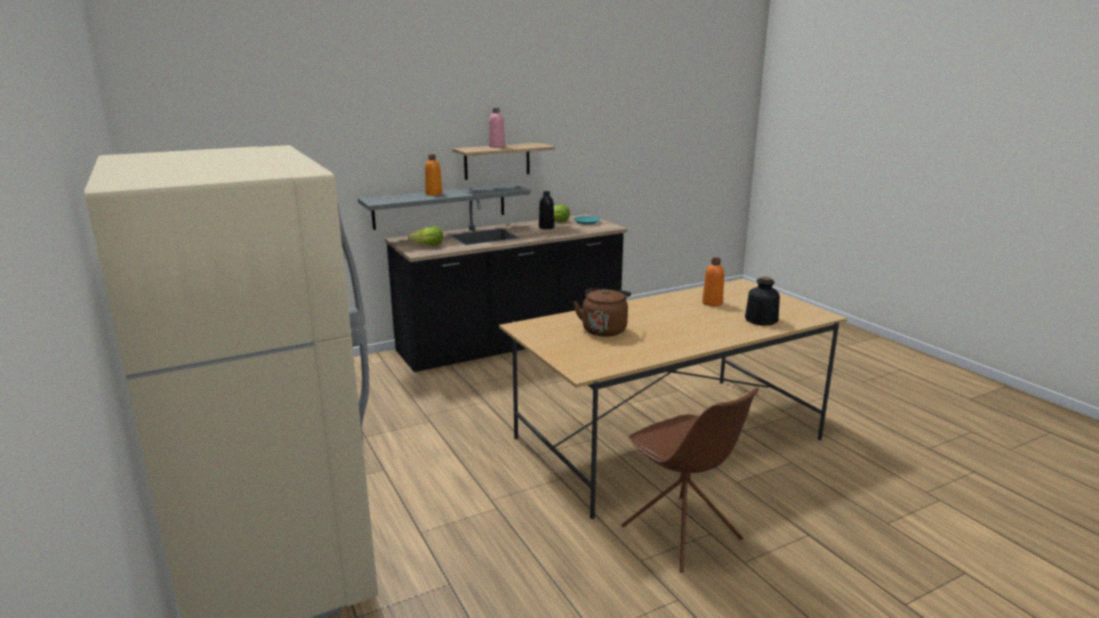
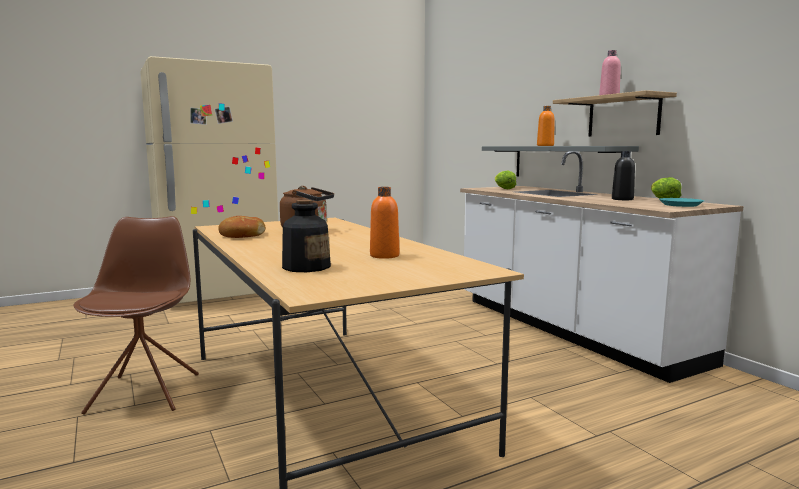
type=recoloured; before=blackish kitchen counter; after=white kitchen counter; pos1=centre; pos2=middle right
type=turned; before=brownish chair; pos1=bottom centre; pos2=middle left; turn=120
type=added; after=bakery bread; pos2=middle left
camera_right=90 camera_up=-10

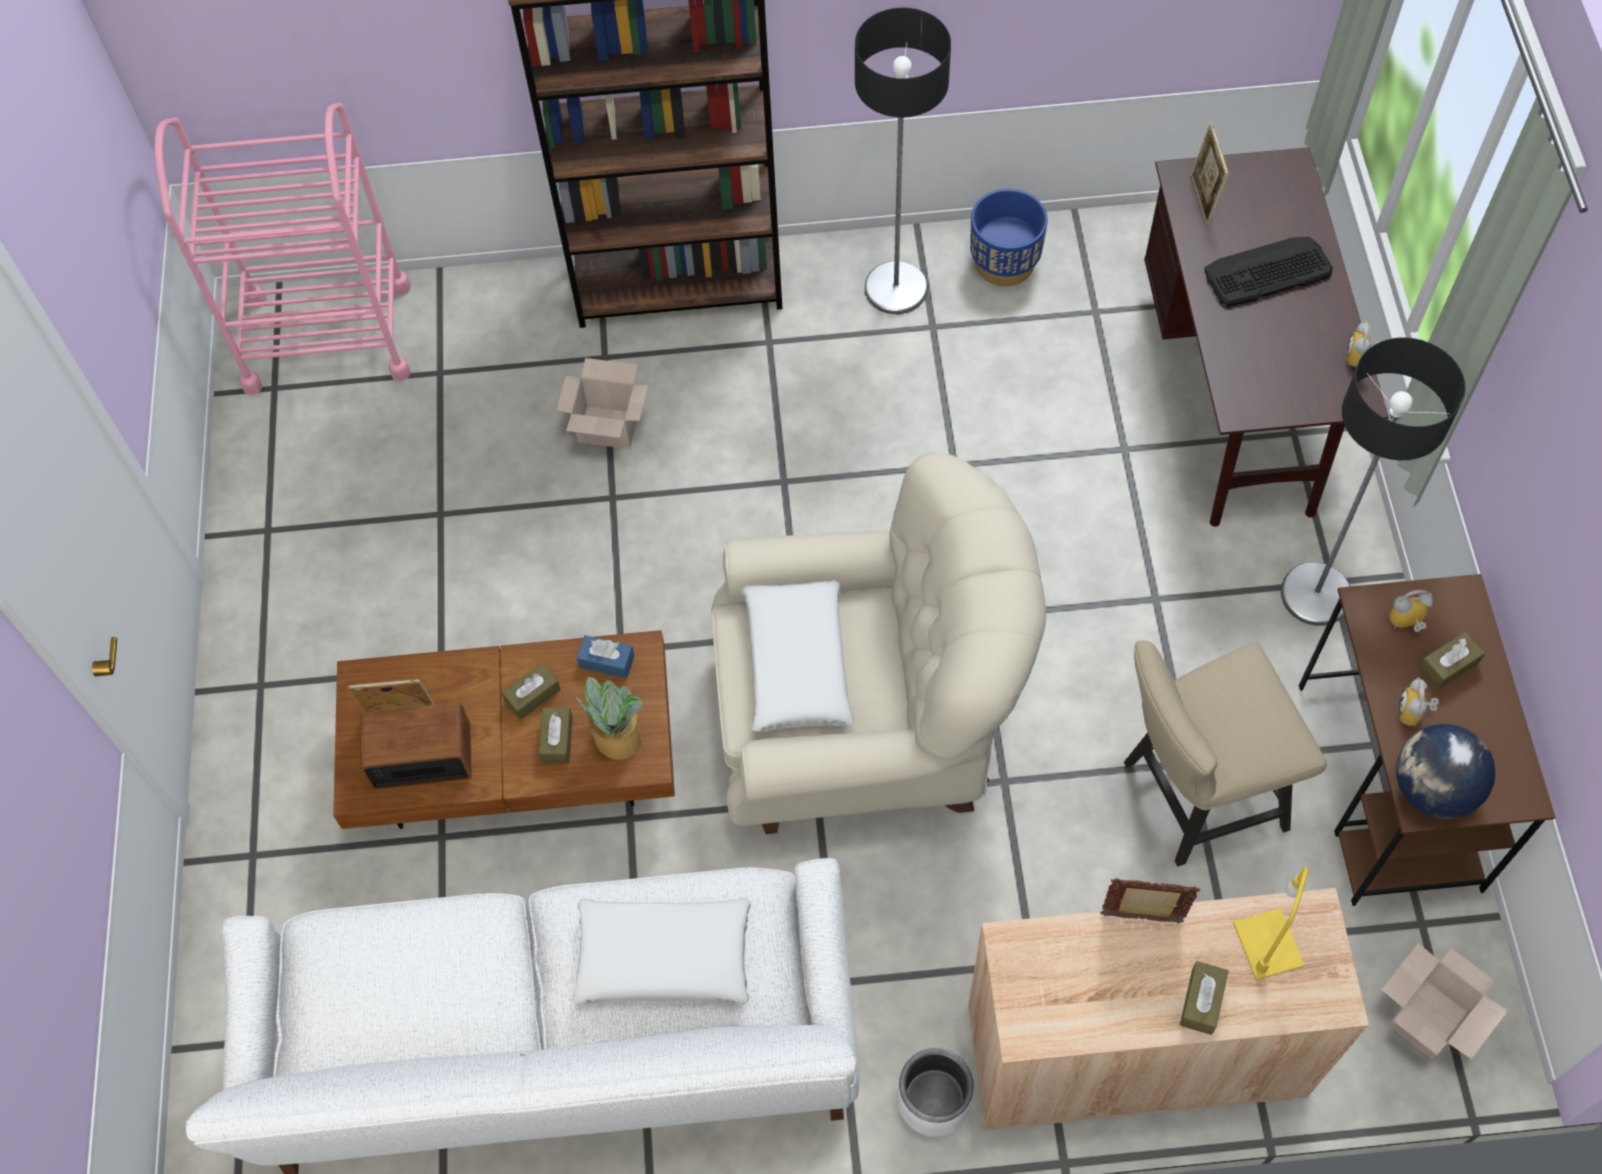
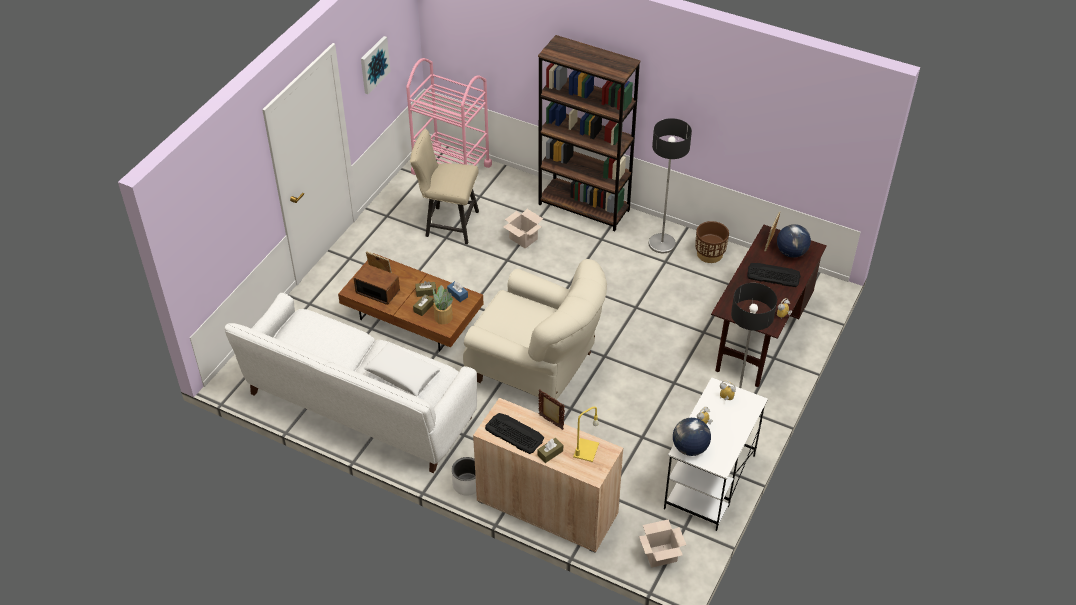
type=removed; before=white cushion (2nd from left); pos1=centre
type=recoloured; before=bluish plant pot; after=brownish plant pot; pos1=top centre; pos2=centre
type=moved; before=sand-coloured chair; pos1=middle right; pos2=top centre
type=recoloured; before=brownish desk table (2nd from left); after=white desk table; pos1=middle right; pos2=bottom centre
type=removed; before=brownish box of tissues (4th from left); pos1=middle right
type=added; after=wall picture; pos2=top centre
type=added; after=computer keyboard (1st from left); pos2=bottom centre
type=added; after=desk globe (2nd from left); pos2=middle right
camera_right=30 camera_up=-15

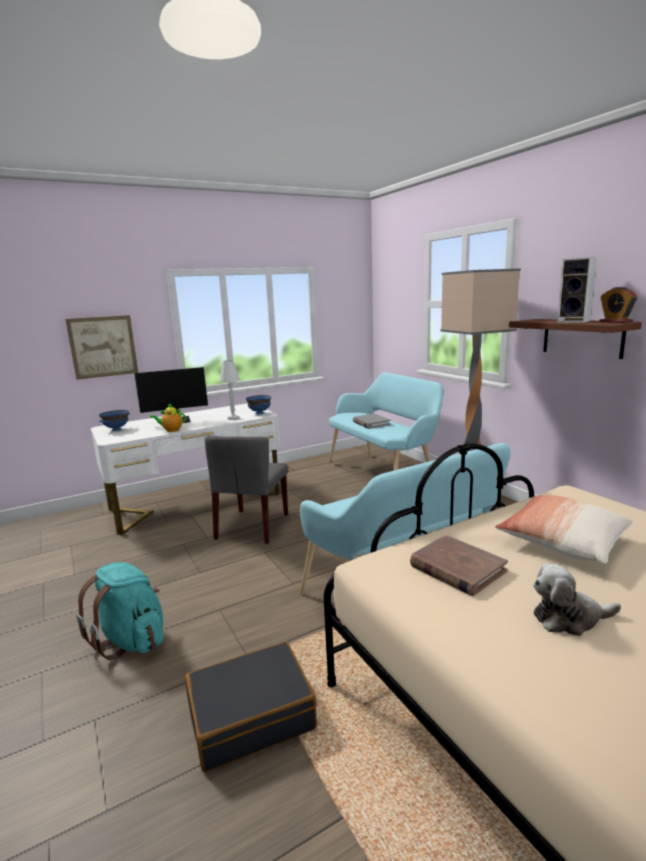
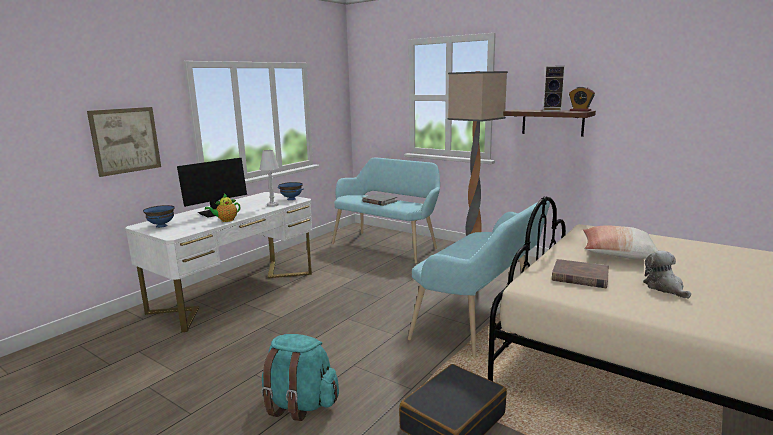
type=removed; before=greyish chair; pos1=centre
type=turned; before=soft toy; pos1=bottom right; pos2=middle right; turn=105
camera_right=-25 camera_up=0

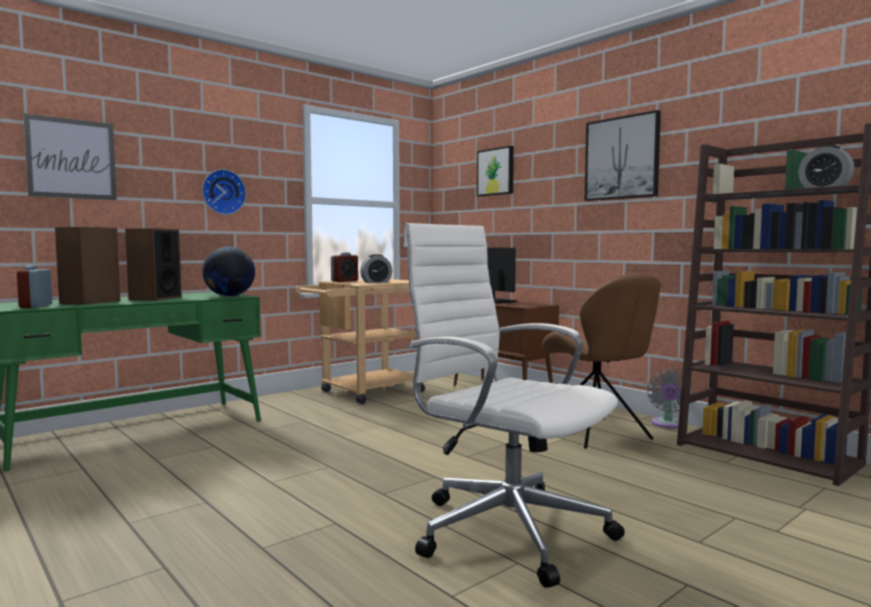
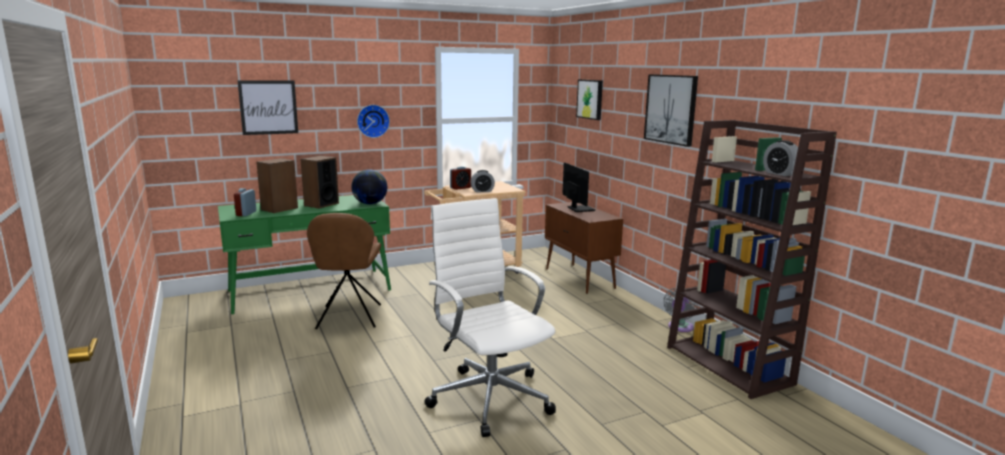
type=moved; before=brownish chair; pos1=middle right; pos2=centre
camera_right=15 camera_up=10

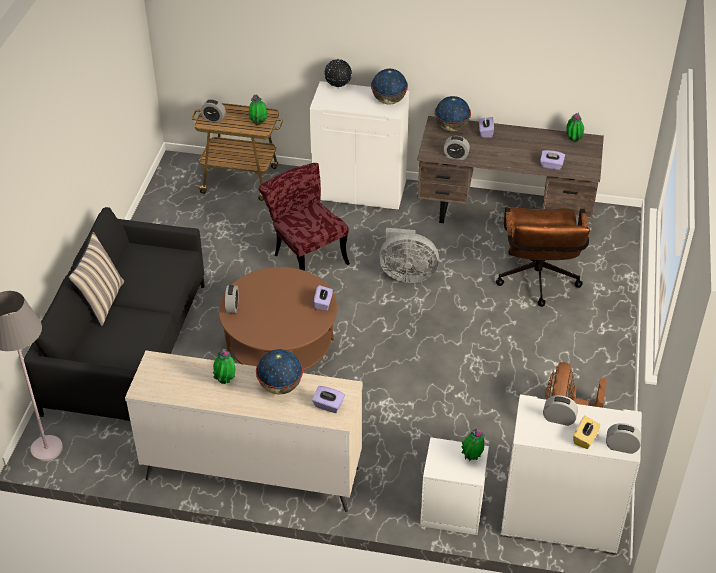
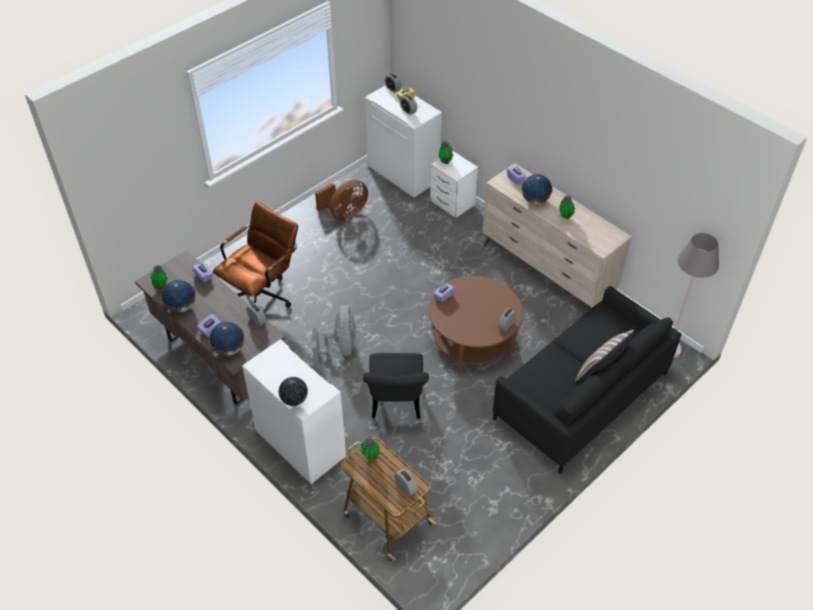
type=recoloured; before=red-coloured chair; after=blackish chair; pos1=centre; pos2=centre
type=moved; before=desk globe (3rd from left in the first image); after=desk globe (1st from left); pos1=top centre; pos2=middle left
type=turned; before=greyish fan; pos1=centre; pos2=centre; turn=45
camera_right=-145 camera_up=5

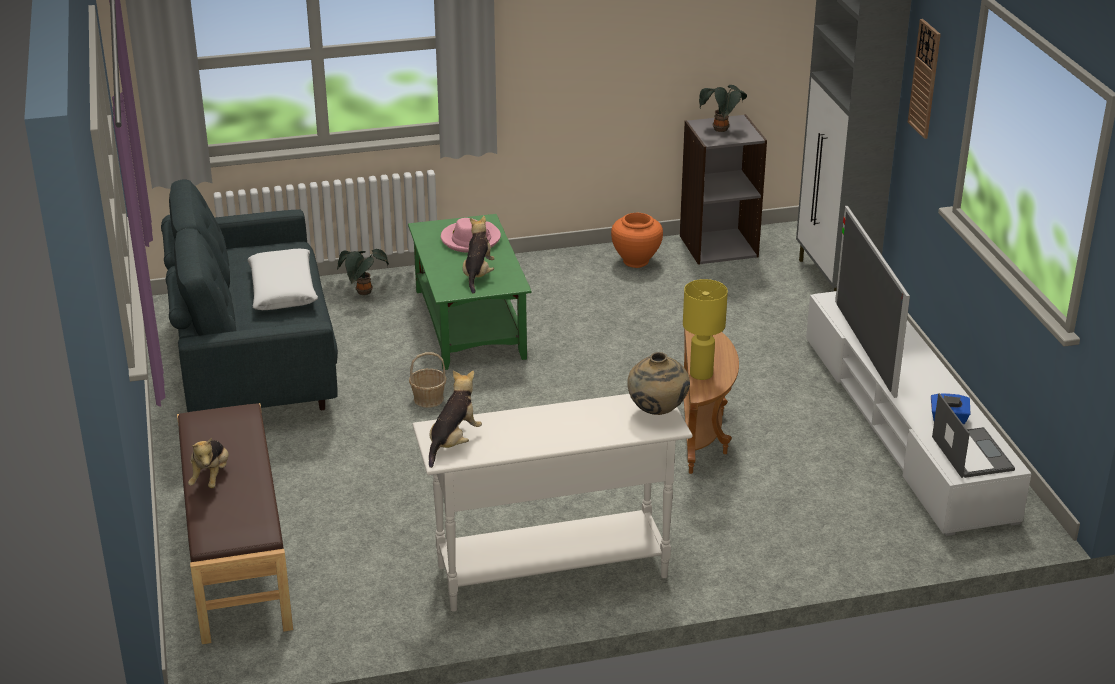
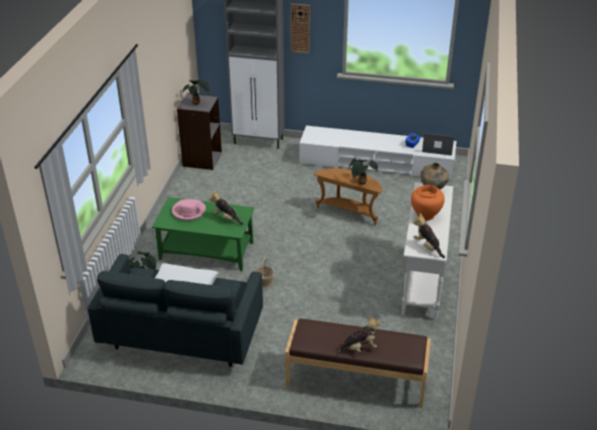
type=turned; before=soft toy (1st from left in the first image); pos1=bottom left; pos2=bottom centre; turn=-45
type=moved; before=orange-coloured vase; pos1=centre; pos2=middle right
type=replaced; before=yellow-coloured tabletop lamp; after=potted plant (3rd from left); pos1=centre; pos2=centre
type=removed; before=television; pos1=middle right
camera_right=-65 camera_up=5

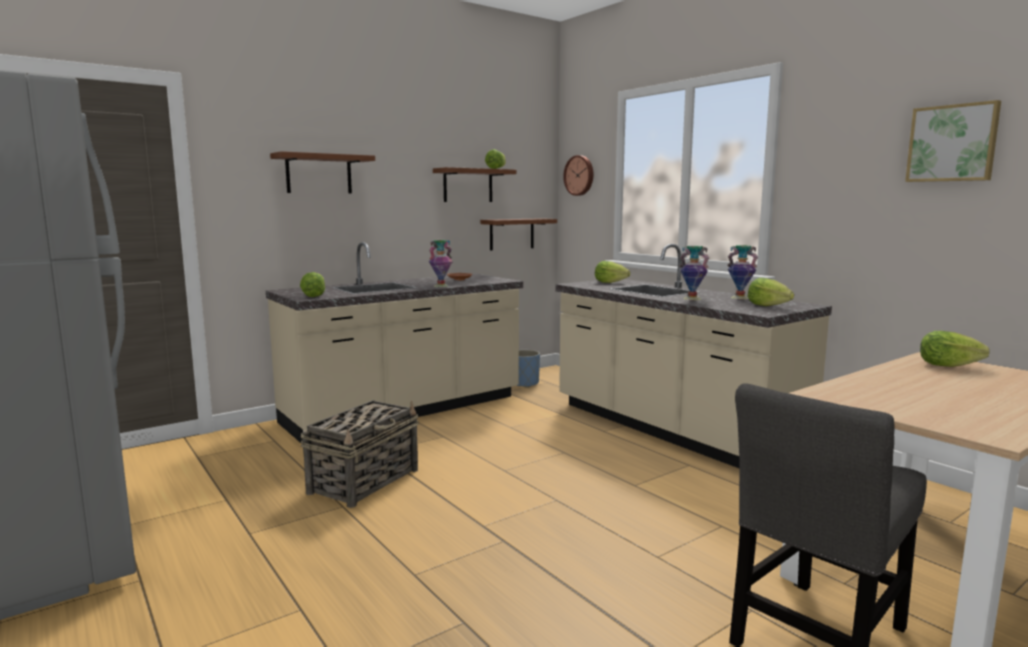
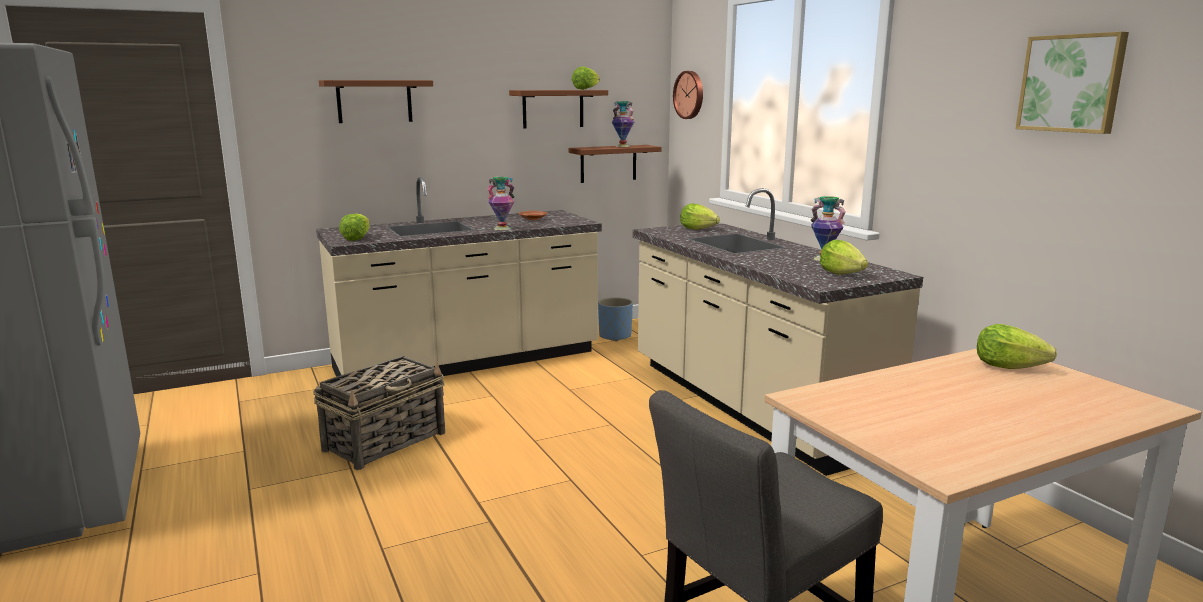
type=moved; before=vase (2nd from left); pos1=middle right; pos2=top centre
camera_right=10 camera_up=5

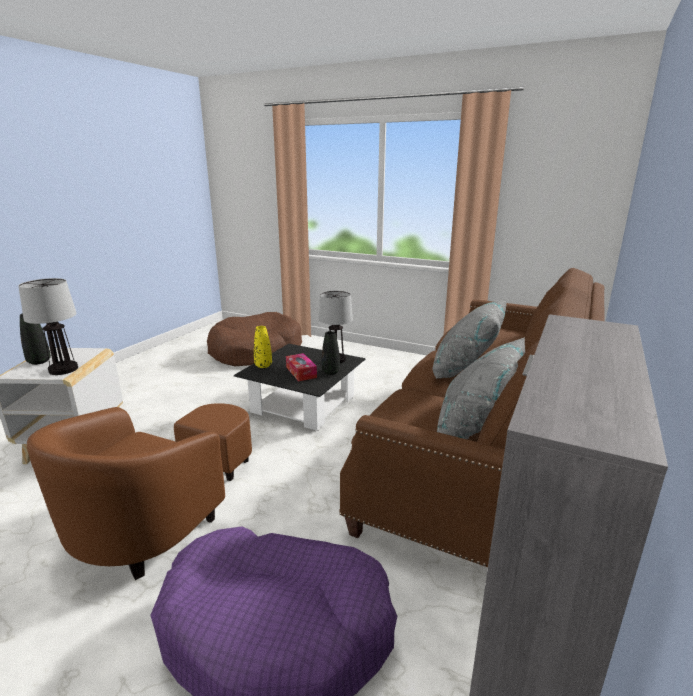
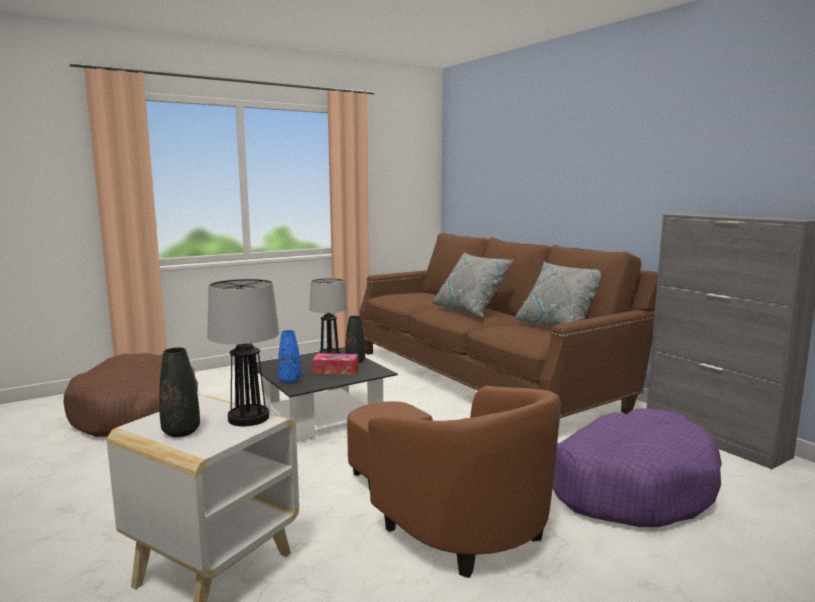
type=recoloured; before=yellow-coloured vase; after=bluish vase; pos1=centre; pos2=centre
camera_right=-60 camera_up=-10

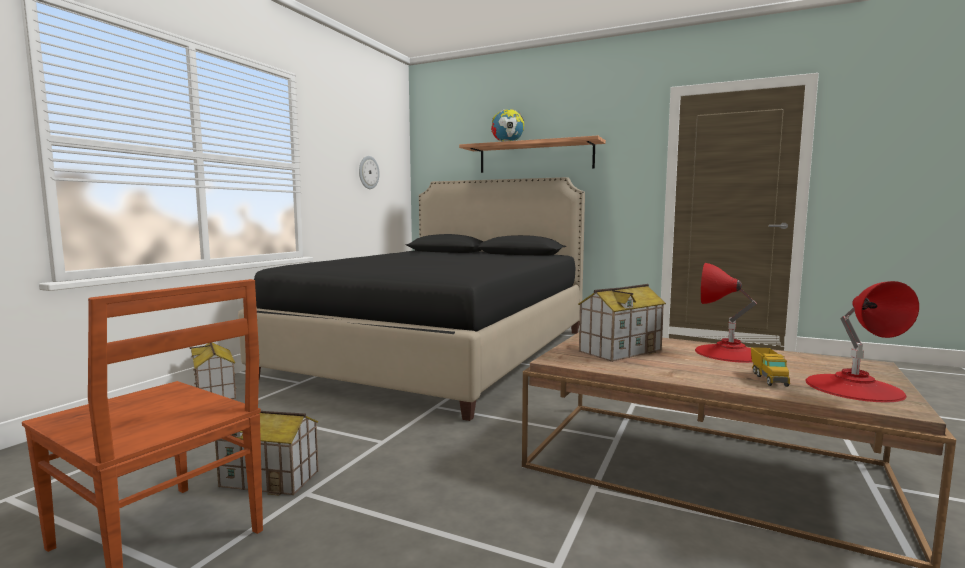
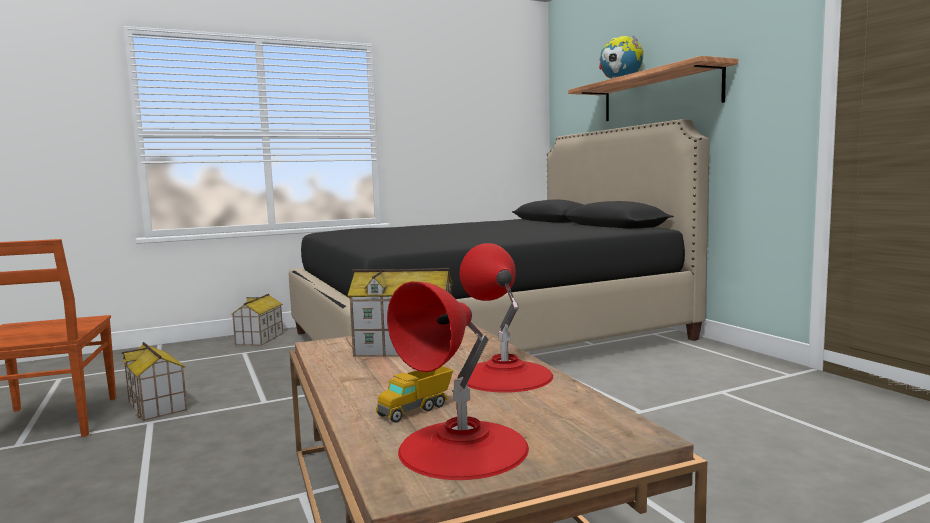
type=removed; before=hanging clock; pos1=top centre
camera_right=40 camera_up=0

